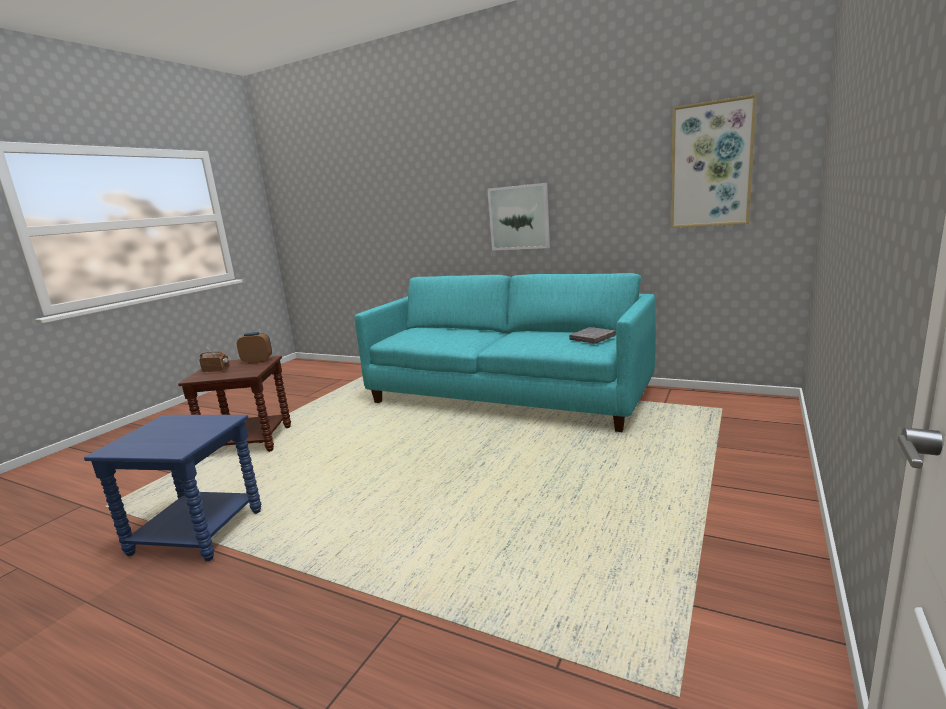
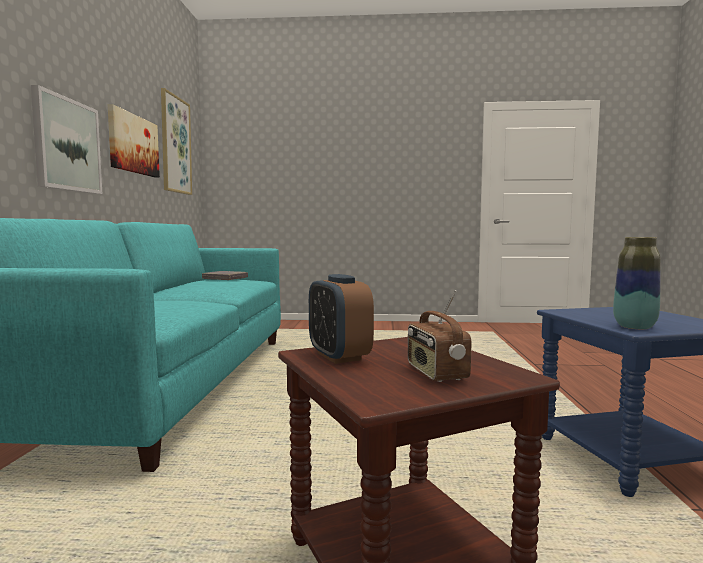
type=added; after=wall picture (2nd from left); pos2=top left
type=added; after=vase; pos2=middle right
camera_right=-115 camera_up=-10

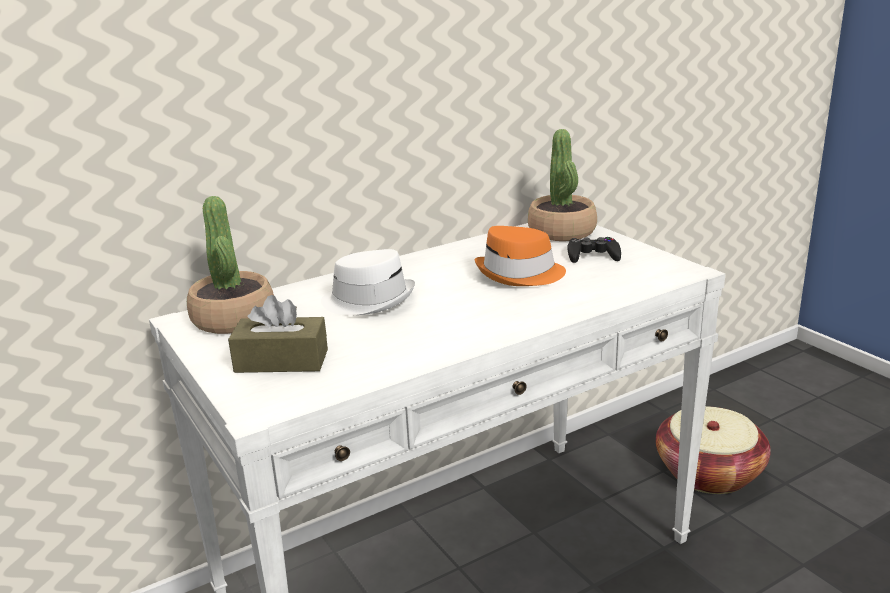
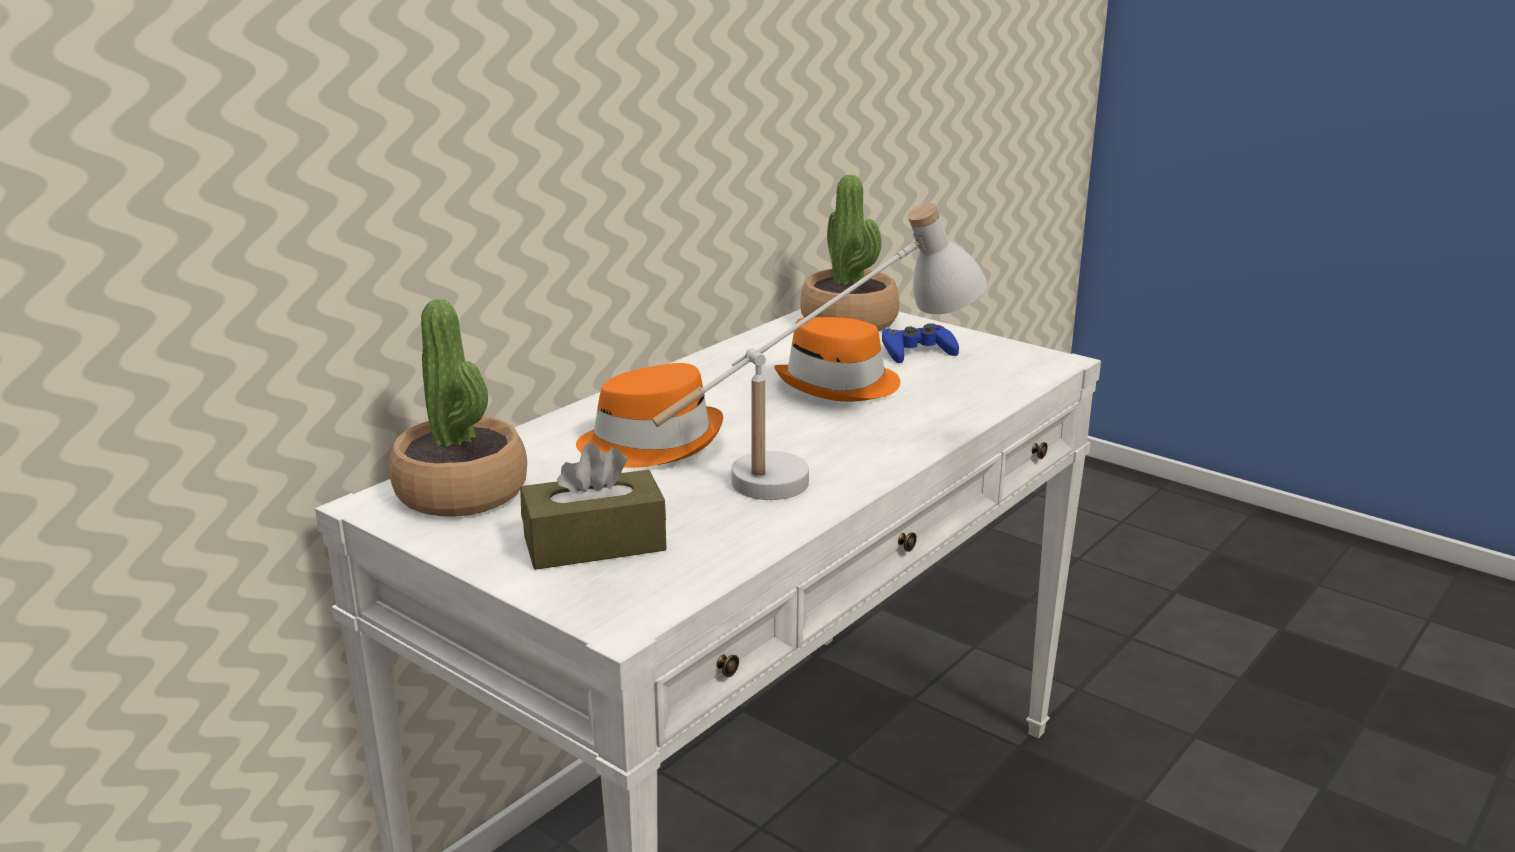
type=recoloured; before=white clothing hat; after=orange-coloured clothing hat (1st from left); pos1=centre; pos2=centre
type=recoloured; before=blackish joypad; after=bluish joypad; pos1=middle right; pos2=centre
type=removed; before=storage basket; pos1=bottom right
type=added; after=white tabletop lamp; pos2=centre
camera_right=-20 camera_up=0

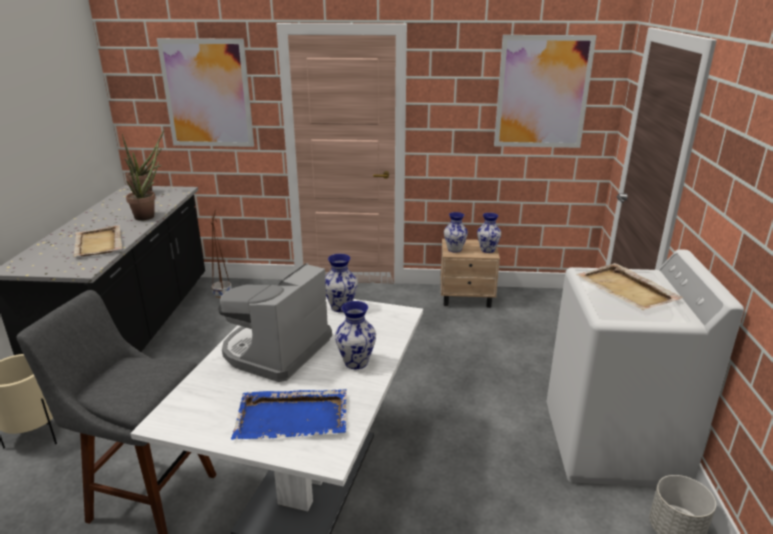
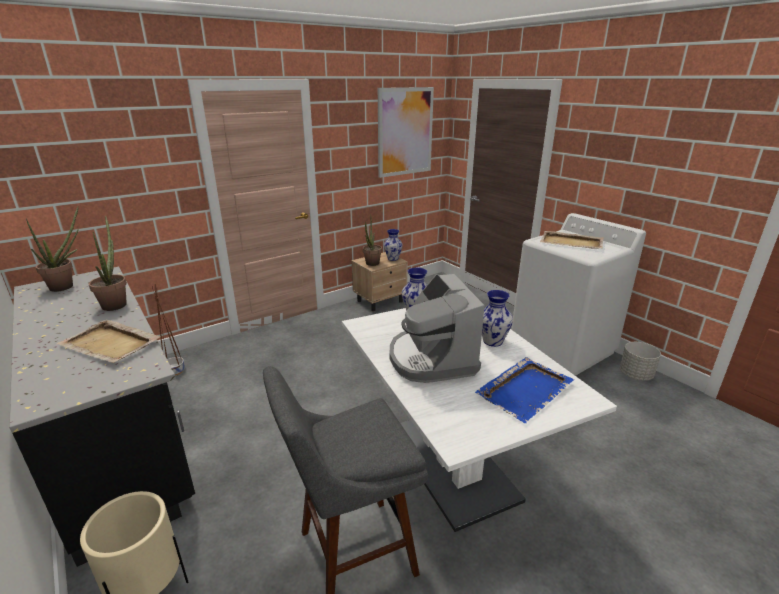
type=removed; before=wall picture (1st from left); pos1=top left
type=replaced; before=vase (3rd from left); after=potted plant (3rd from left); pos1=centre; pos2=centre
camera_right=-40 camera_up=0

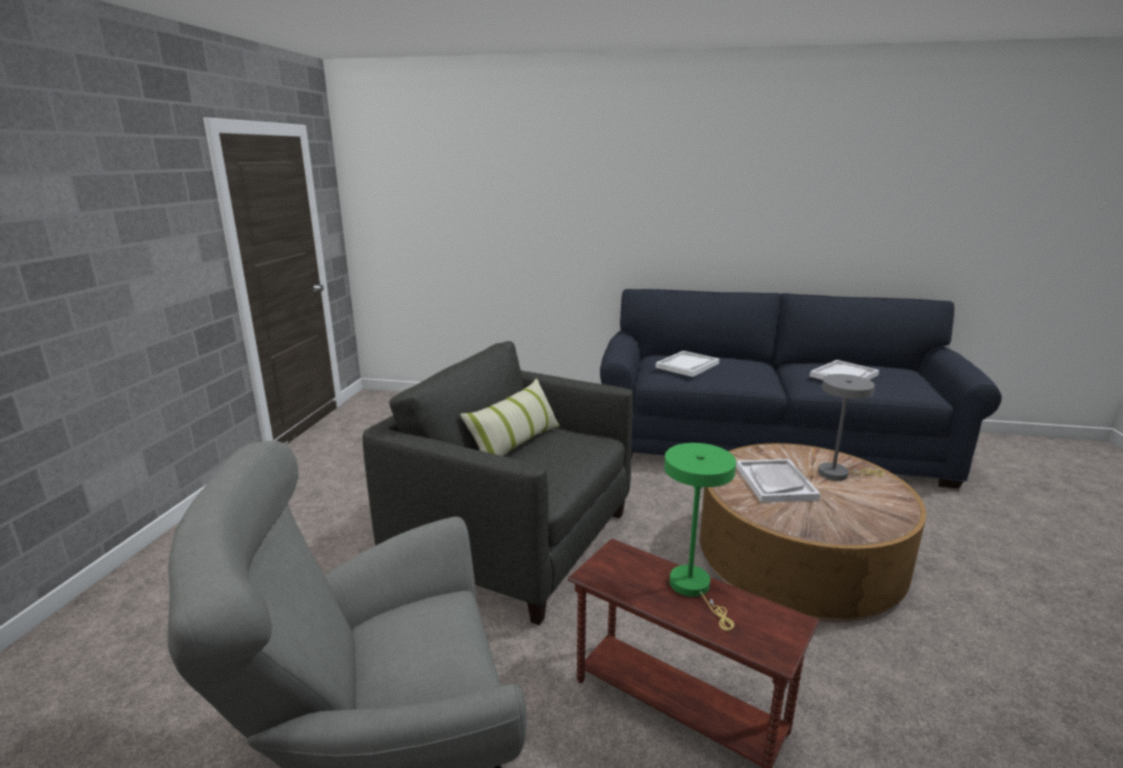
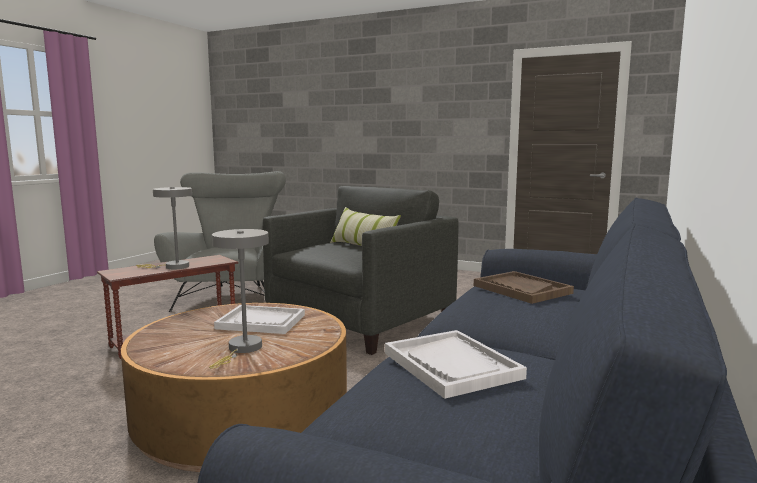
type=recoloured; before=white tray (1st from left); after=brownish tray; pos1=centre; pos2=middle right
type=recoloured; before=green tabletop lamp; after=greyish tabletop lamp (1st from left); pos1=bottom centre; pos2=middle left
camera_right=105 camera_up=-10

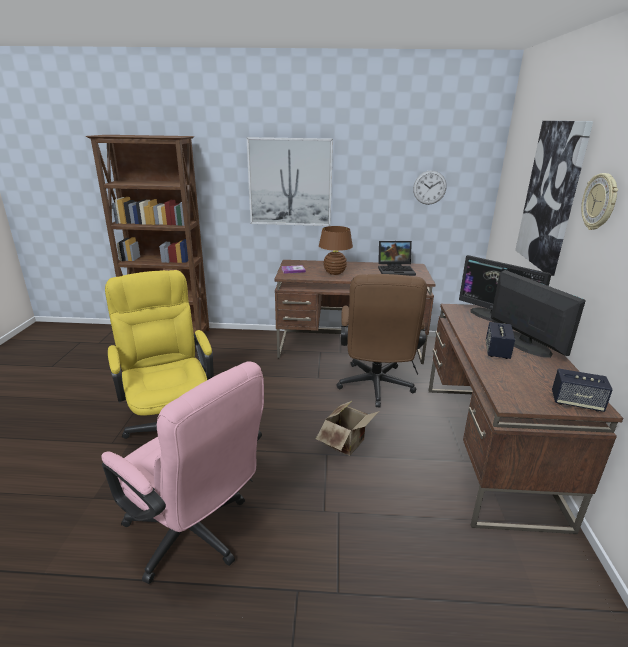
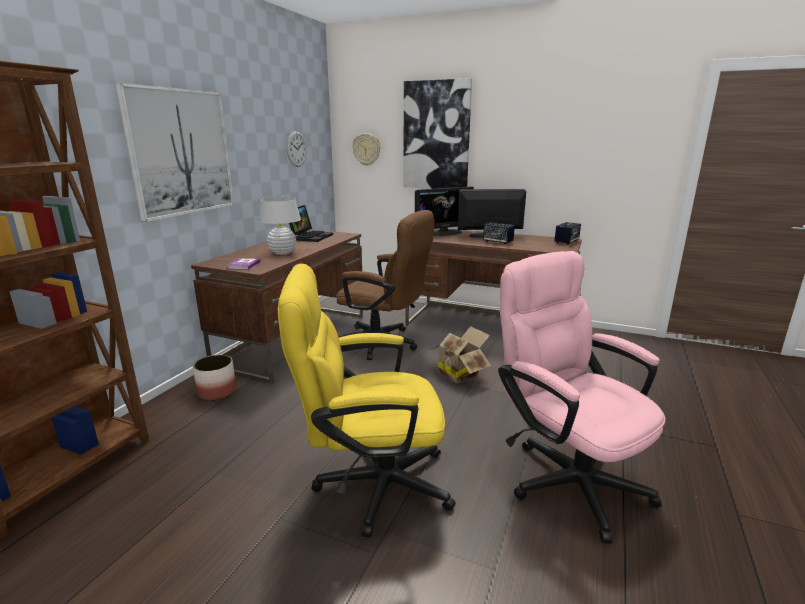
type=turned; before=pink desk chair; pos1=bottom left; pos2=middle right; turn=-90
type=recoloured; before=brownish tabletop lamp; after=white tabletop lamp; pos1=centre; pos2=centre
type=moved; before=hanging clock (2nd from left); pos1=top right; pos2=top centre
type=added; after=plant pot; pos2=middle left
camera_right=-70 camera_up=-5

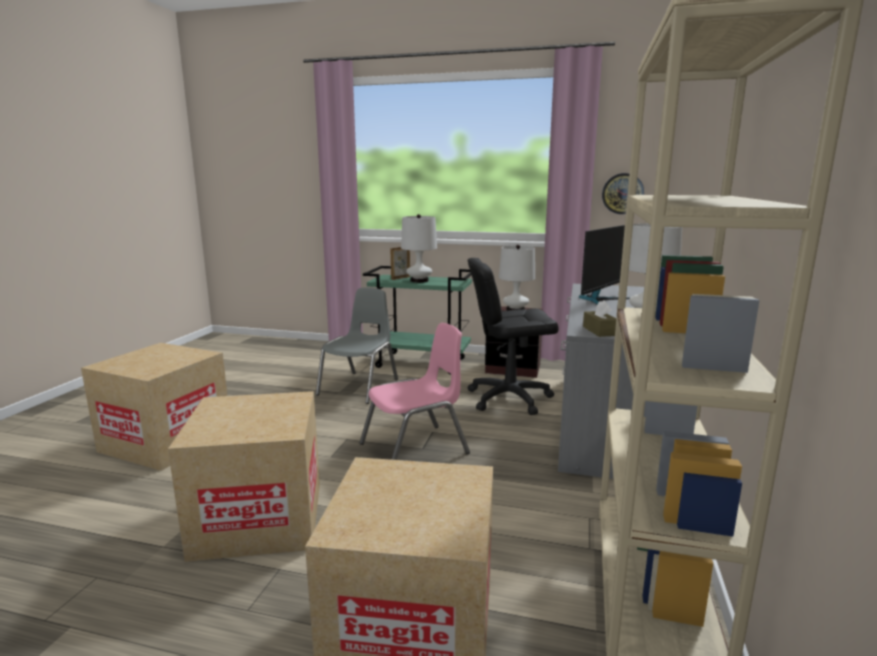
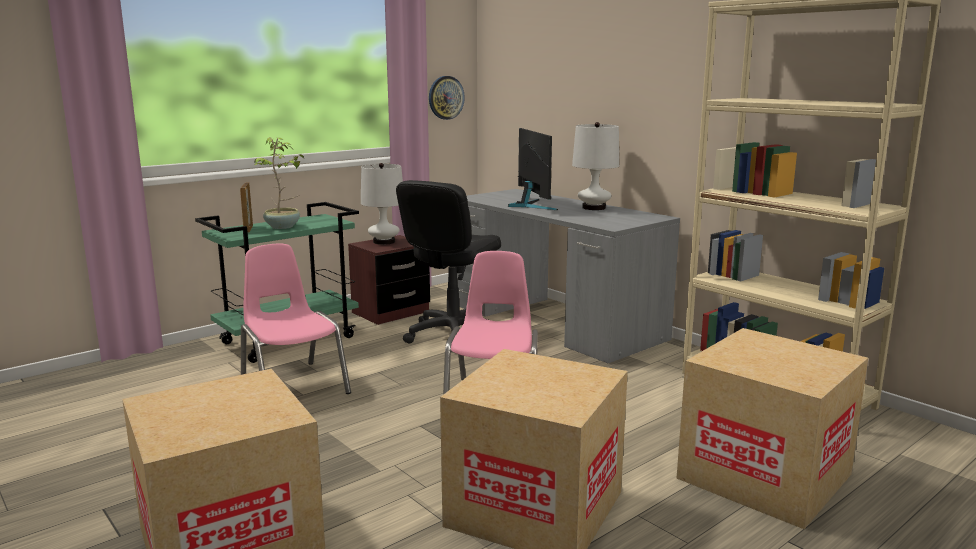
type=recoloured; before=greyish chair; after=pink chair (1st from left); pos1=centre; pos2=middle left
type=replaced; before=white tabletop lamp (1st from left); after=potted plant; pos1=centre; pos2=middle left
type=removed; before=brownish box of tissues; pos1=middle right
camera_right=-55 camera_up=0

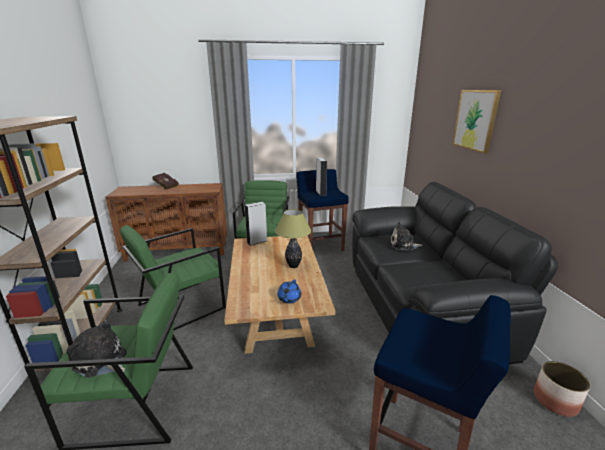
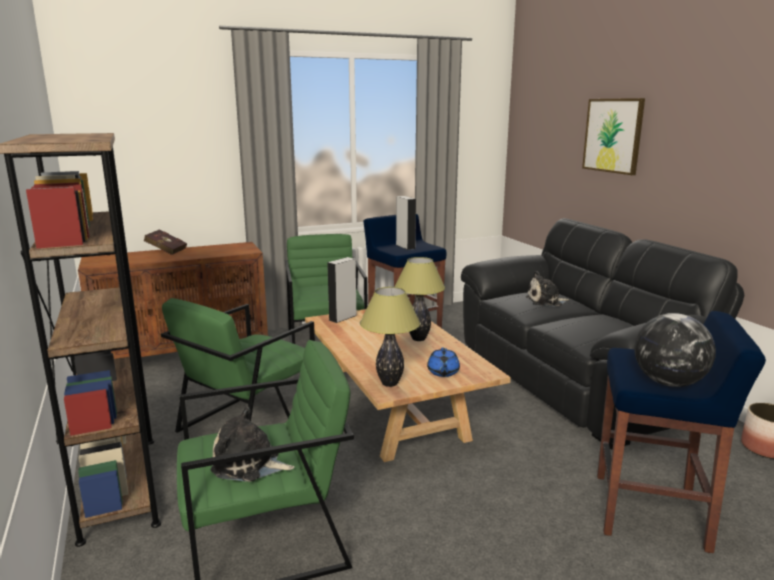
type=added; after=tabletop lamp (1st from left); pos2=centre
type=added; after=desk globe; pos2=middle right
camera_right=-15 camera_up=-5

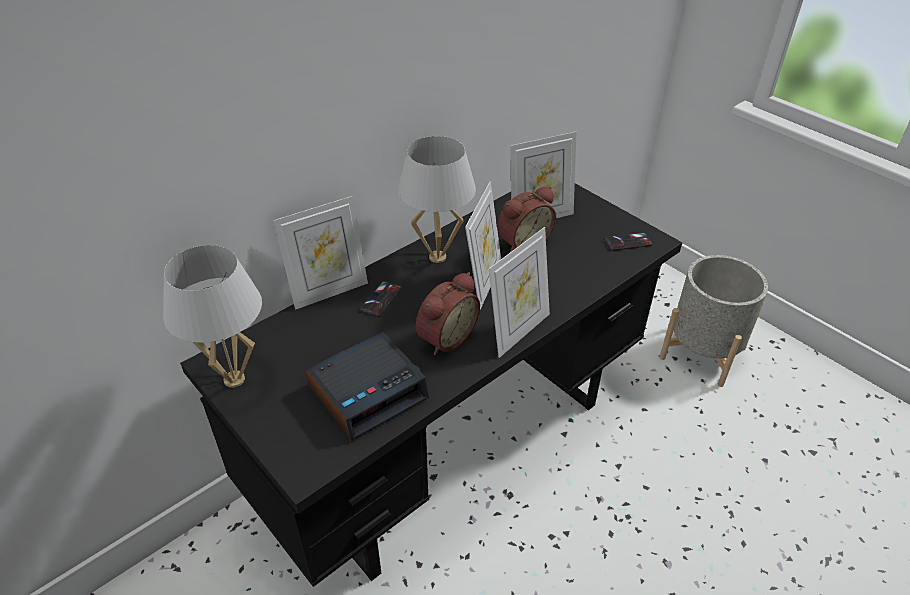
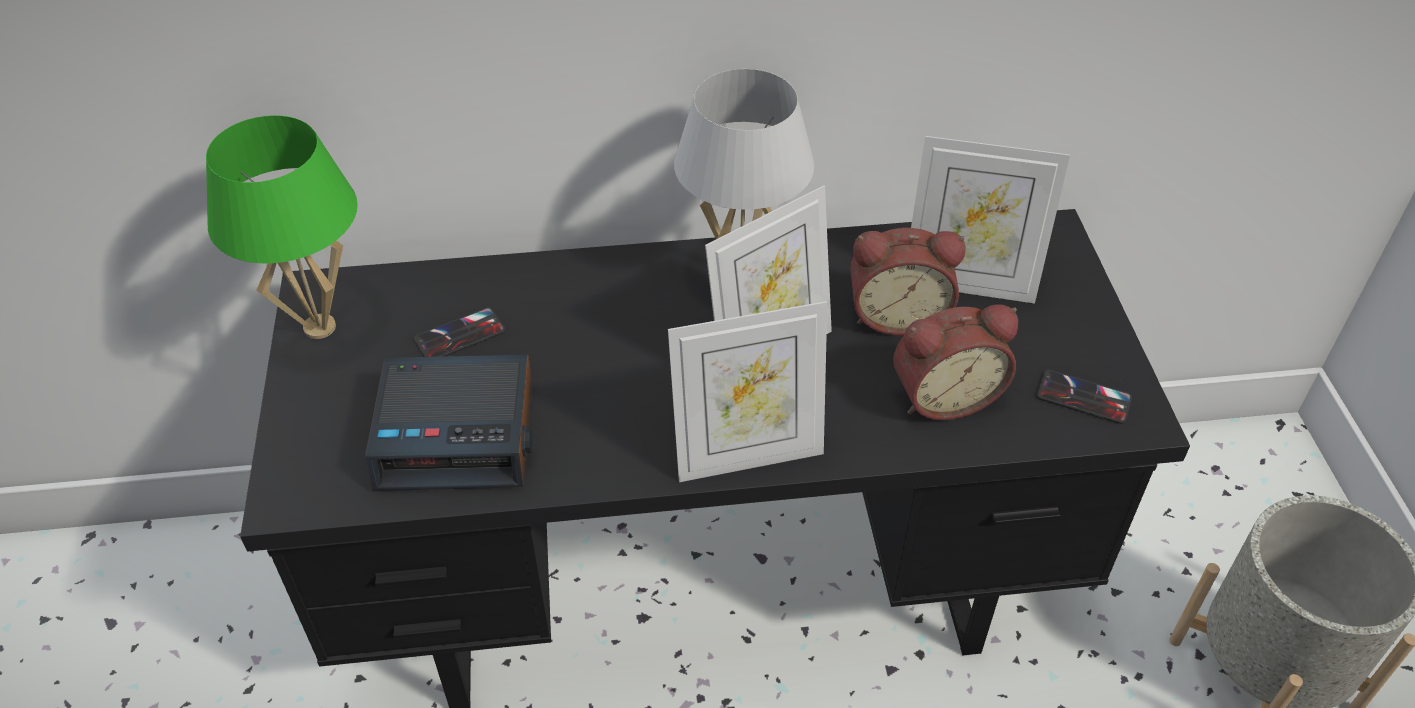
type=recoloured; before=white tabletop lamp (1st from left); after=green tabletop lamp; pos1=middle left; pos2=top left
type=removed; before=standing frame (1st from left); pos1=centre
type=moved; before=telephone (1st from left); pos1=centre; pos2=middle left
type=moved; before=table clock (2nd from left in the first image); after=table clock (3rd from left); pos1=centre; pos2=middle right
camera_right=35 camera_up=5

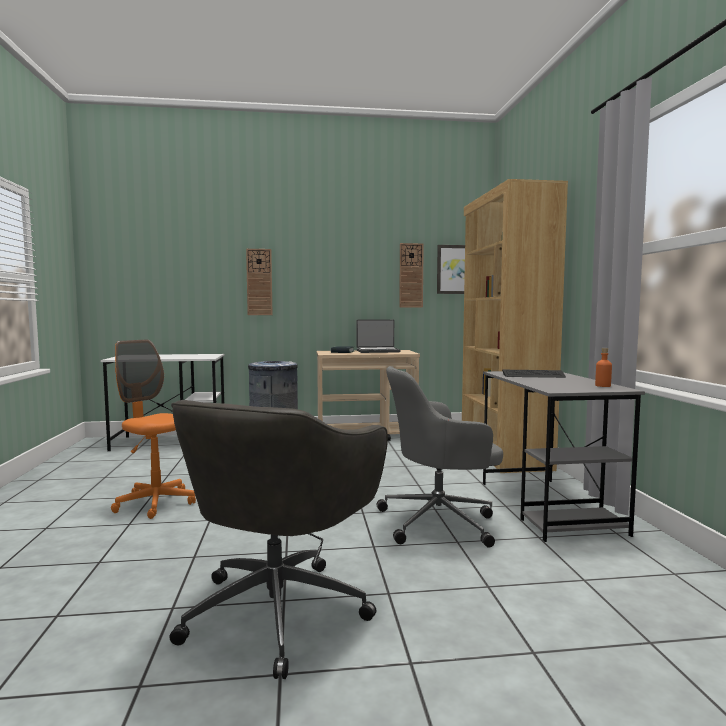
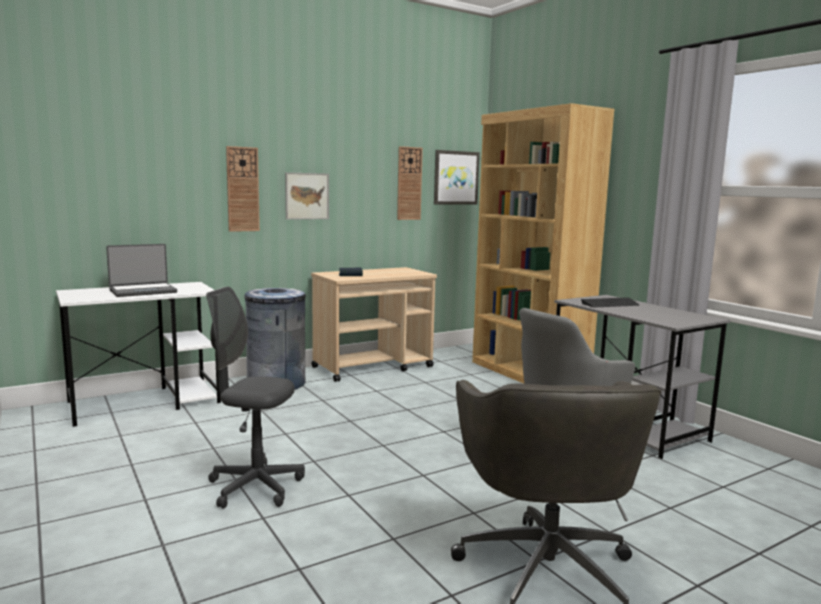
type=recoloured; before=orange-coloured desk chair; after=greyish desk chair (1st from left); pos1=middle left; pos2=middle left
type=moved; before=notebook computer; pos1=centre; pos2=middle left
type=removed; before=orange-coloured bottle; pos1=middle right
type=added; after=wall picture (1st from left); pos2=top centre
camera_right=-25 camera_up=5

